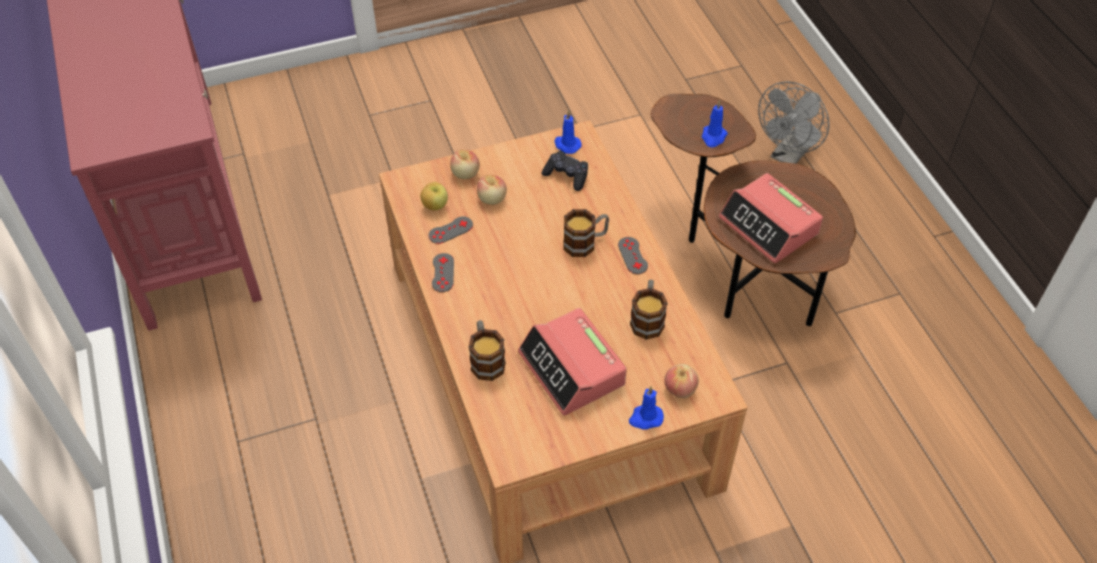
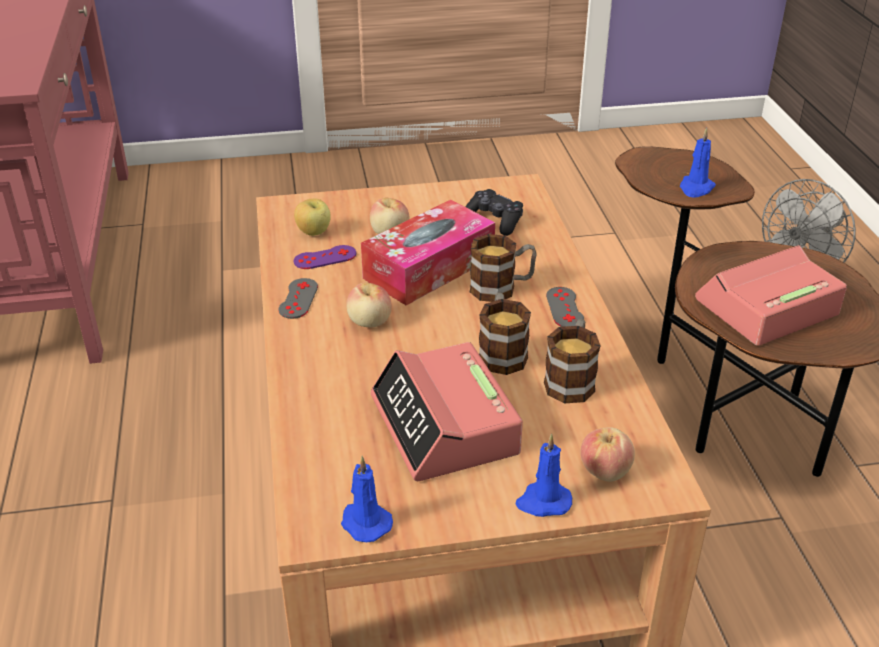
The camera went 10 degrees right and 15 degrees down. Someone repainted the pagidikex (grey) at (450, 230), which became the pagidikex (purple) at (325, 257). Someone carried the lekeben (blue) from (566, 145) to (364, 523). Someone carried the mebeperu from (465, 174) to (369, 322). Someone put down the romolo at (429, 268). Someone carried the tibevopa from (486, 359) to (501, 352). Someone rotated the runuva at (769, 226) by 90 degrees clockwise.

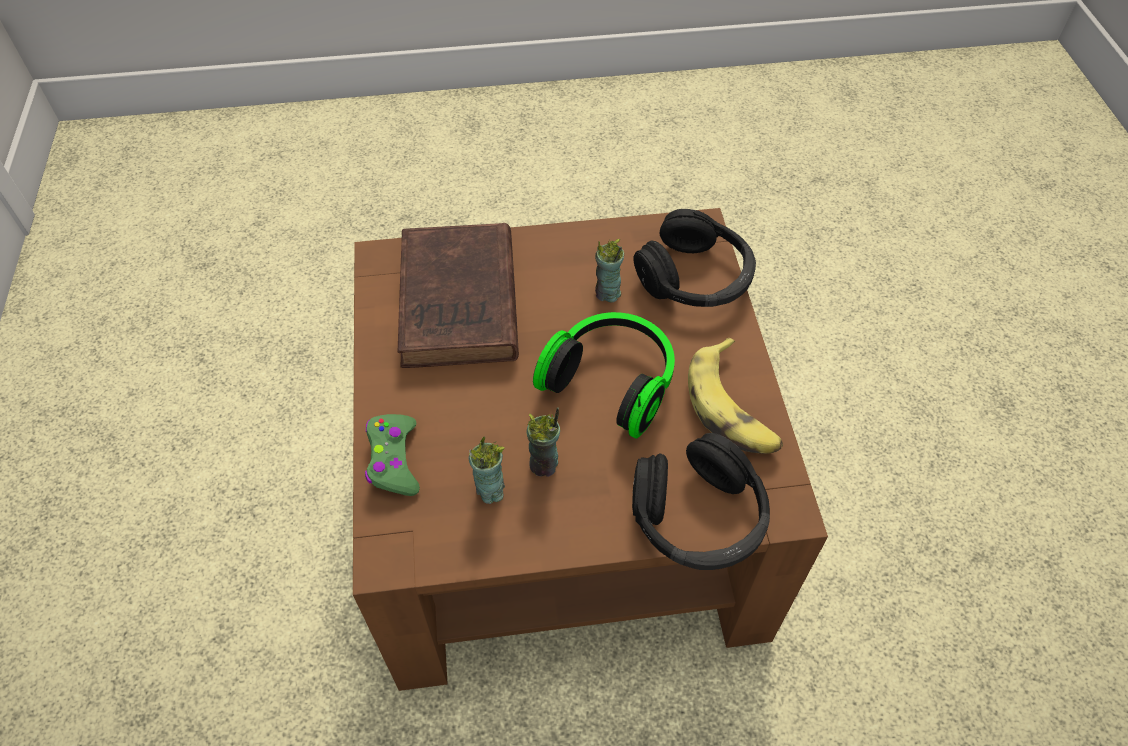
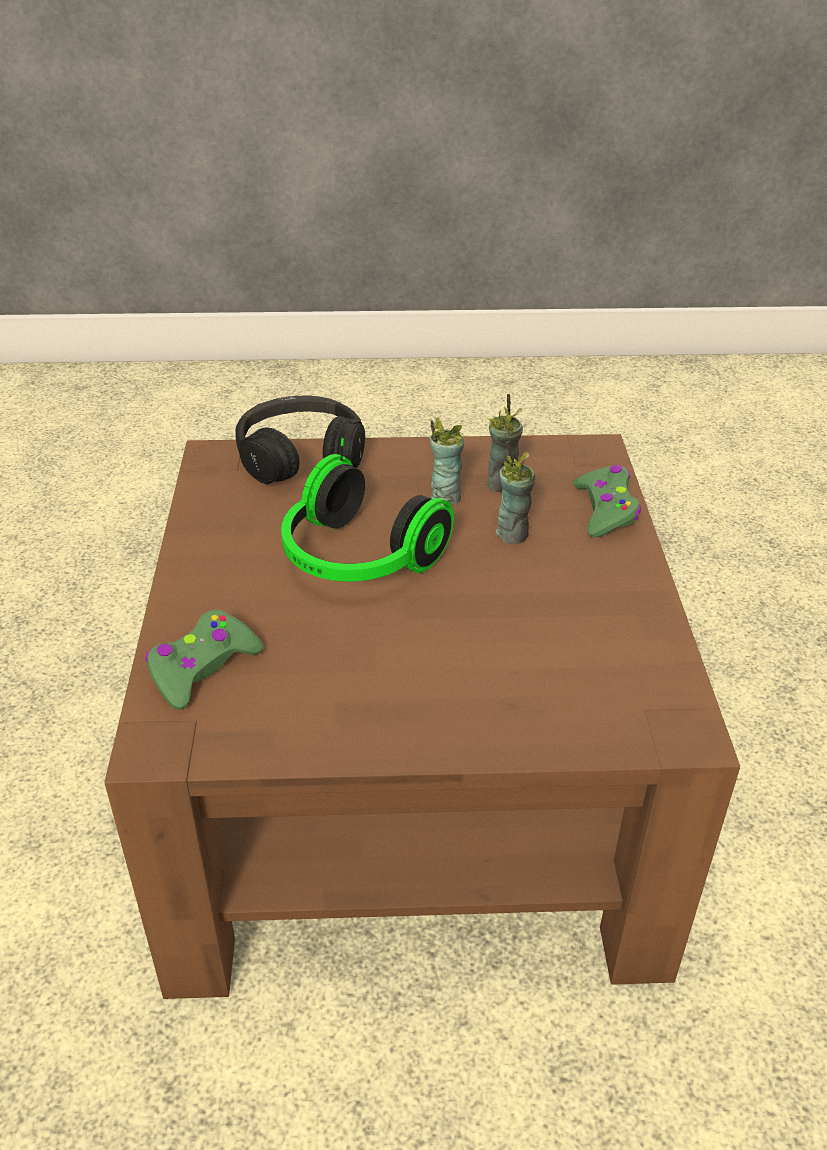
The camera went 175 degrees left and 15 degrees down. Someone swapped the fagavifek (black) at (695, 278) for the pagidikex (green) at (202, 668). Someone carried the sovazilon from (607, 293) to (512, 534). Someone took away the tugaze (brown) at (459, 305). Someone took away the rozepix at (732, 408).

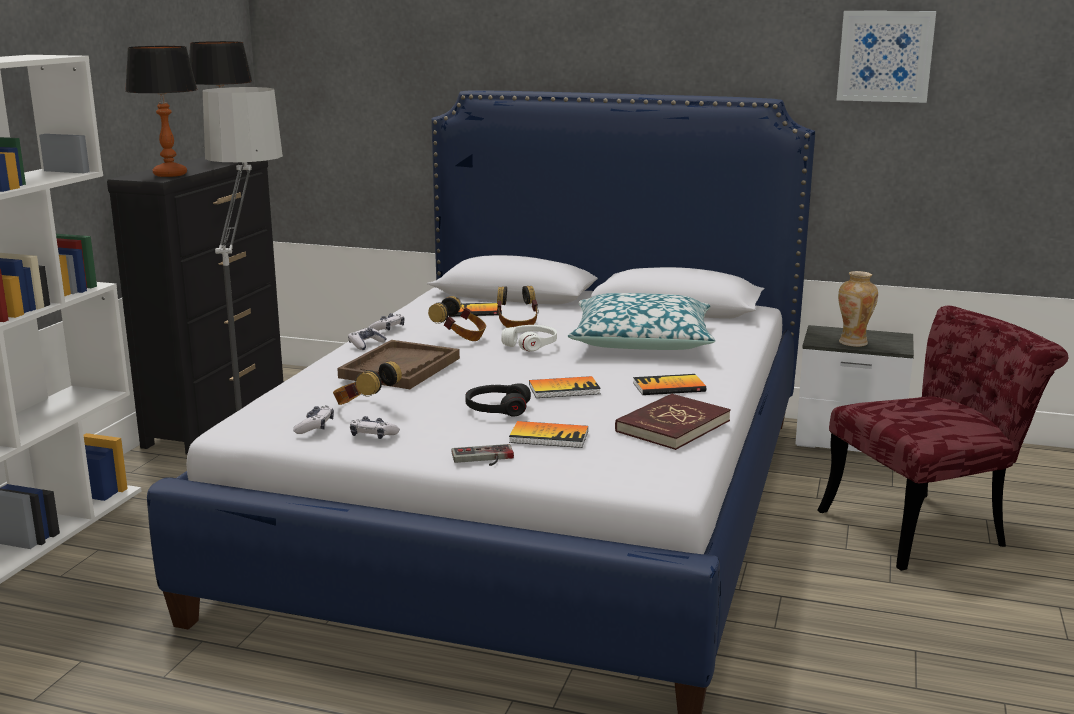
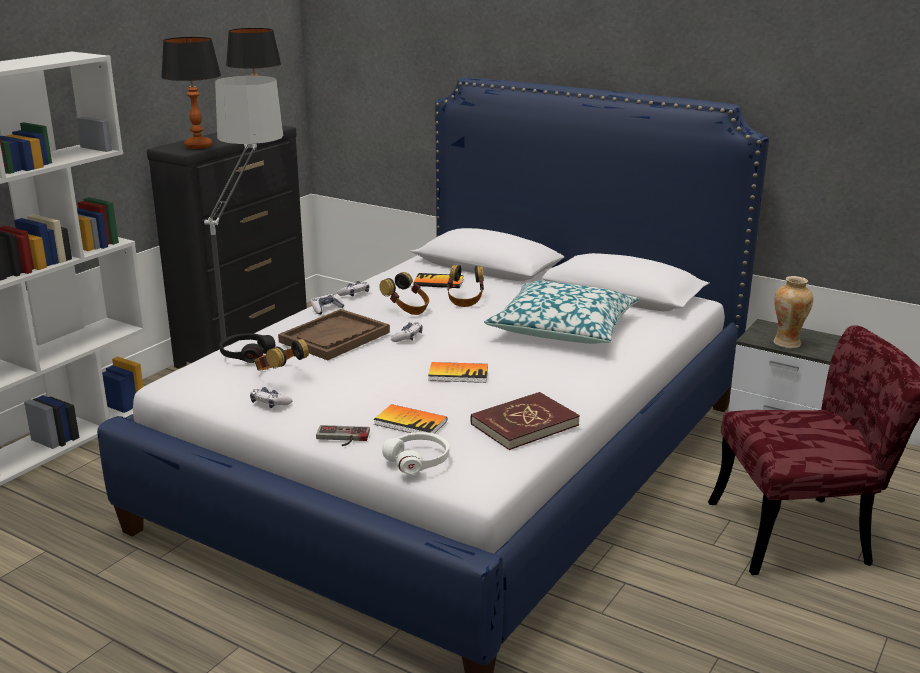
The camera went 15 degrees right and 5 degrees up. Someone carried the fagavifek (black) from (497, 409) to (246, 354). Someone carried the fagavifek (white) from (530, 345) to (418, 460). Someone carried the pagidikex from (315, 427) to (407, 337). Someone took away the tugaze at (669, 387). Someone took away the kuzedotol at (885, 56).

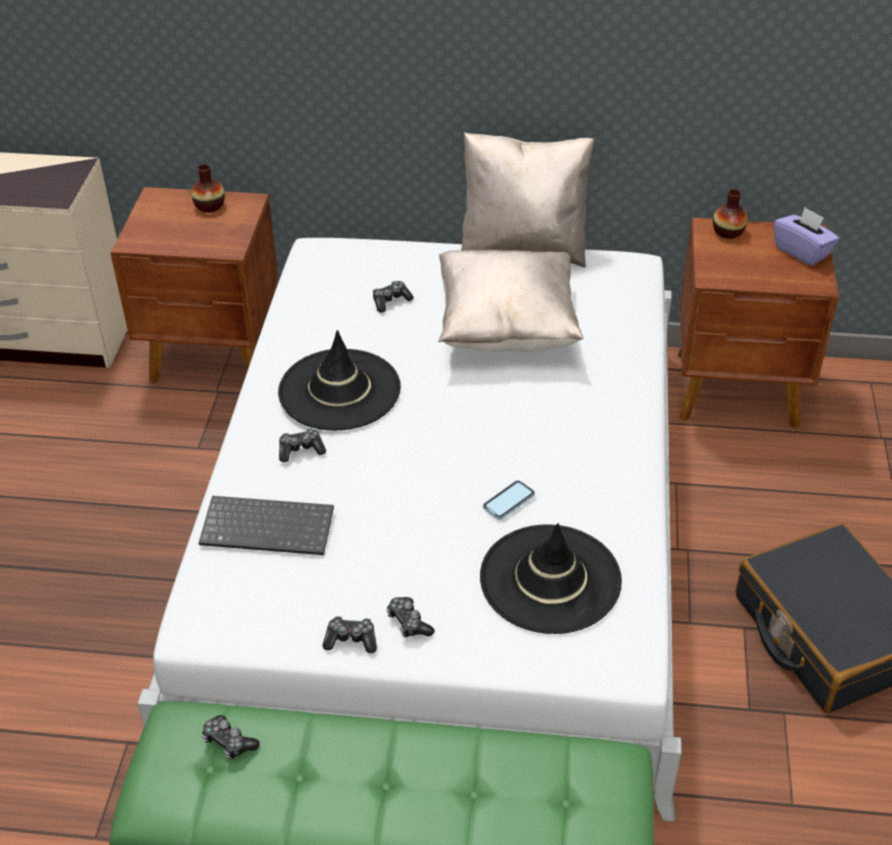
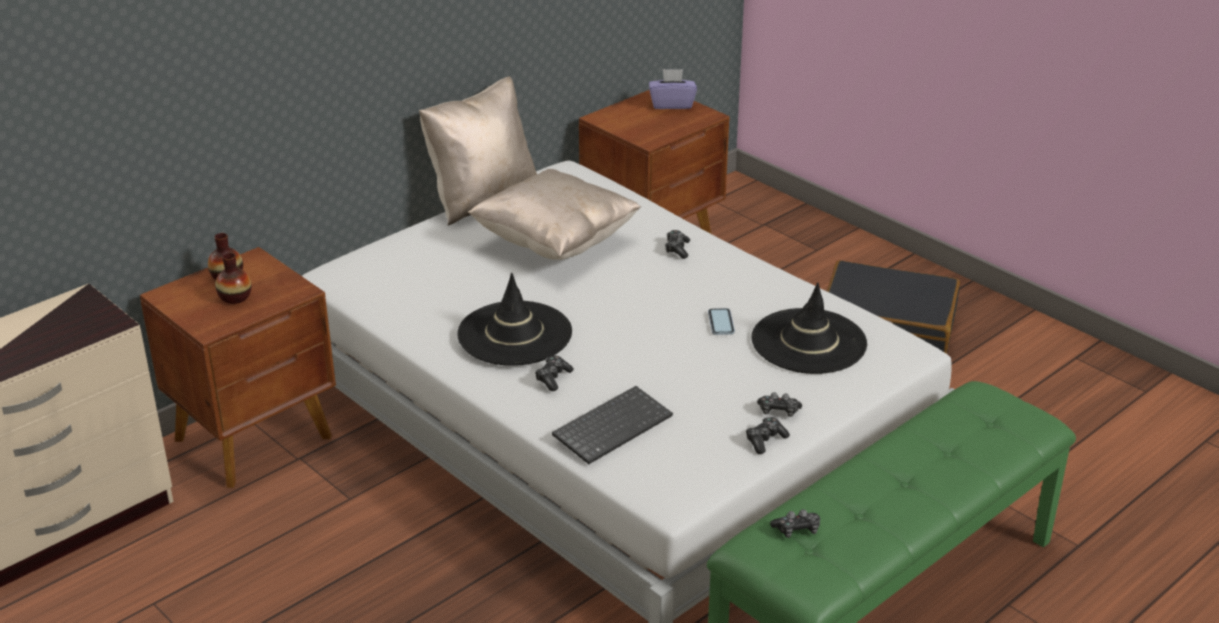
The camera went 50 degrees left and 10 degrees down. Someone carried the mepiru from (728, 232) to (235, 297). Someone carried the pagidikex from (391, 301) to (677, 249).

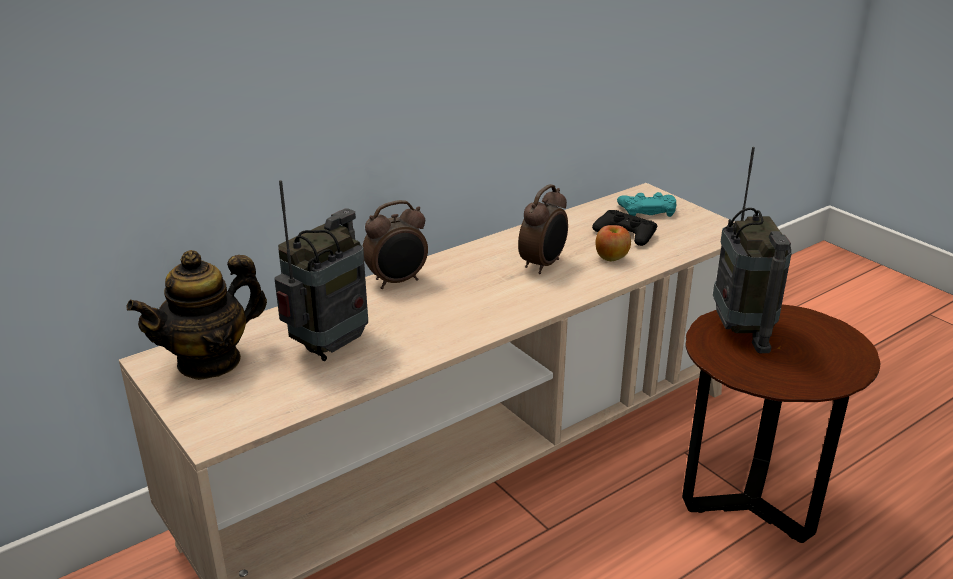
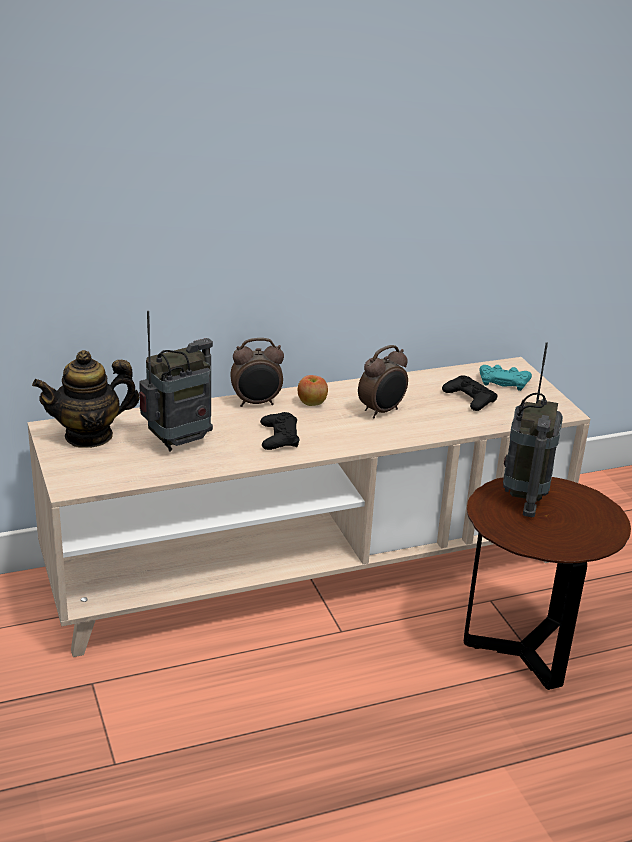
The camera went 15 degrees right and 0 degrees up. Someone put down the pagidikex (black) at (279, 437). Someone carried the mebeperu from (611, 258) to (312, 403).

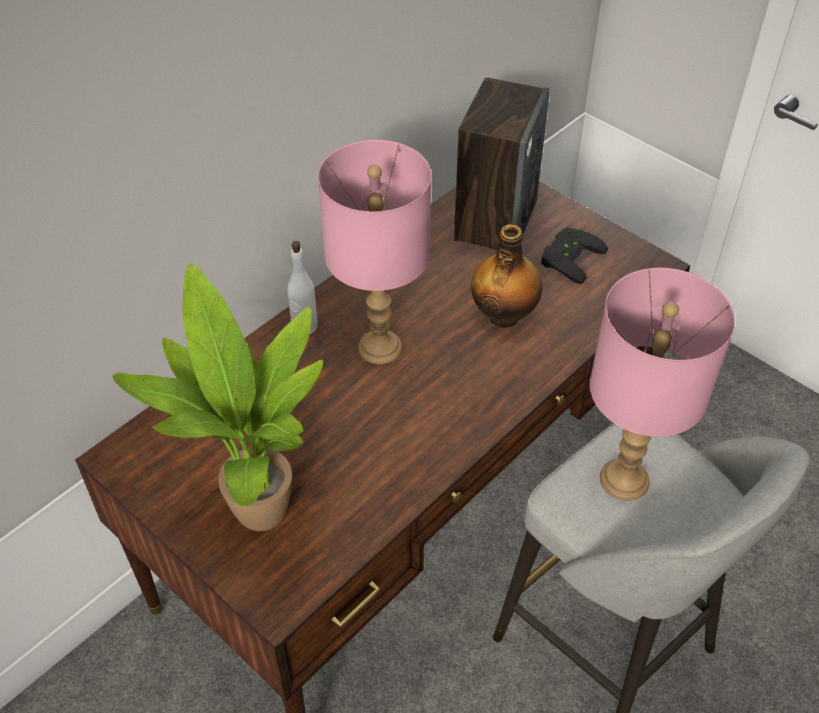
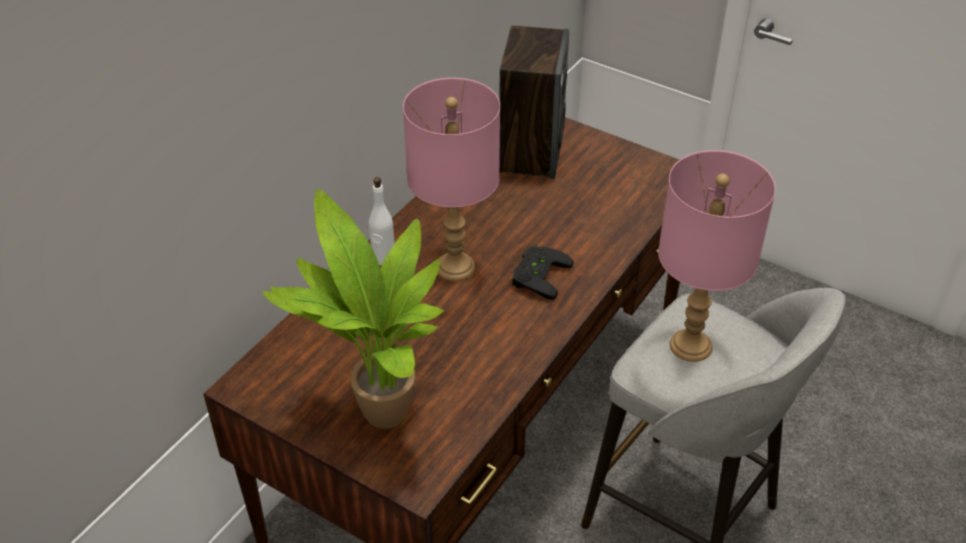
The camera went 10 degrees left and 5 degrees down. Someone carried the pagidikex (black) from (568, 257) to (537, 274). Someone took away the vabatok at (504, 315).

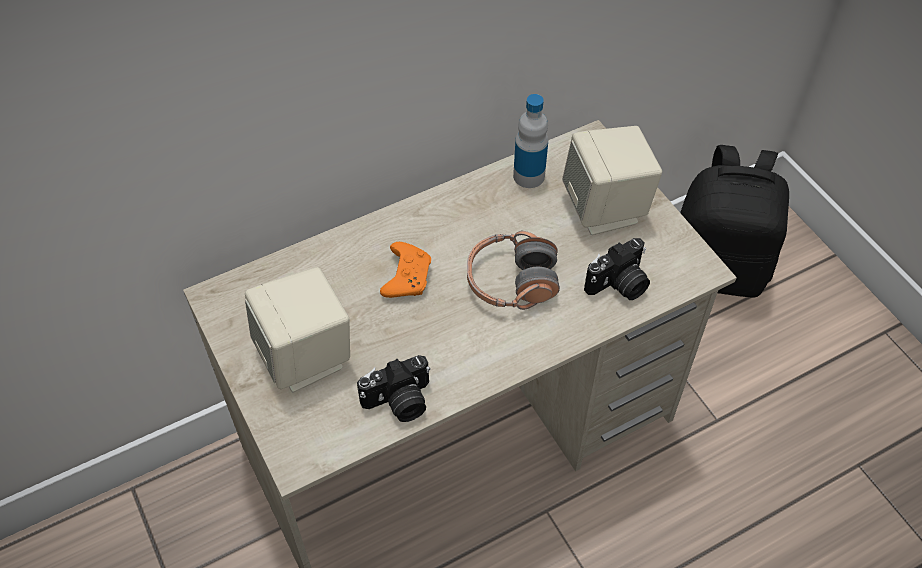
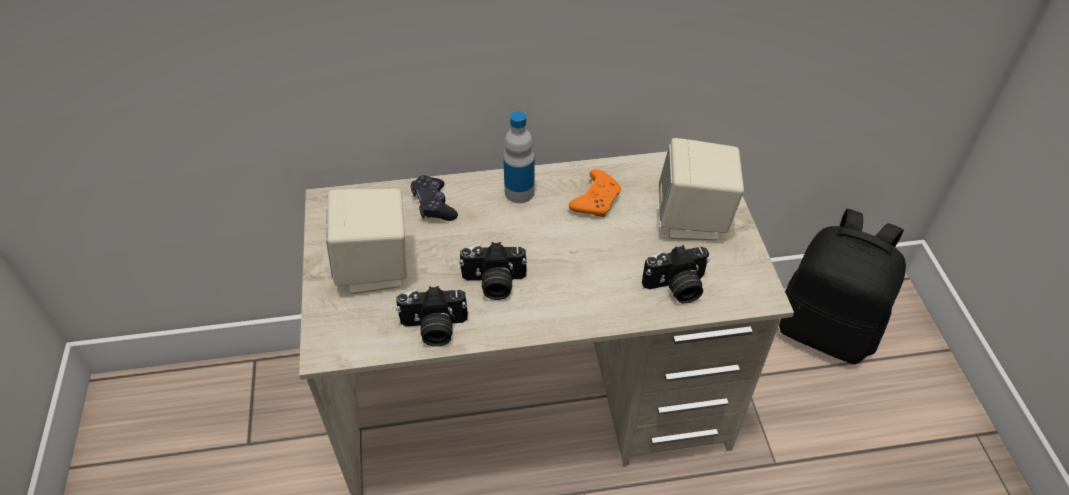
The camera went 20 degrees right and 5 degrees down. Someone put down the pagidikex (black) at (434, 205). Someone put down the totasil at (494, 283). Someone carried the vabatok from (529, 176) to (519, 192). Someone carried the pagidikex (orange) from (406, 276) to (596, 200). Someone took away the fagavifek at (511, 281).

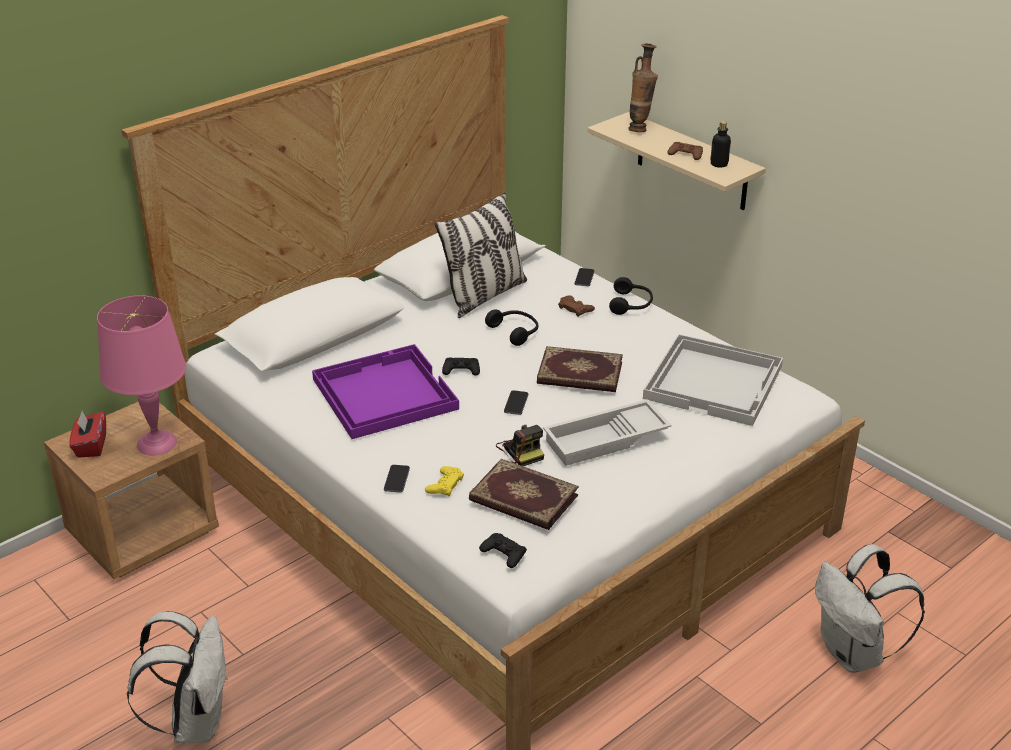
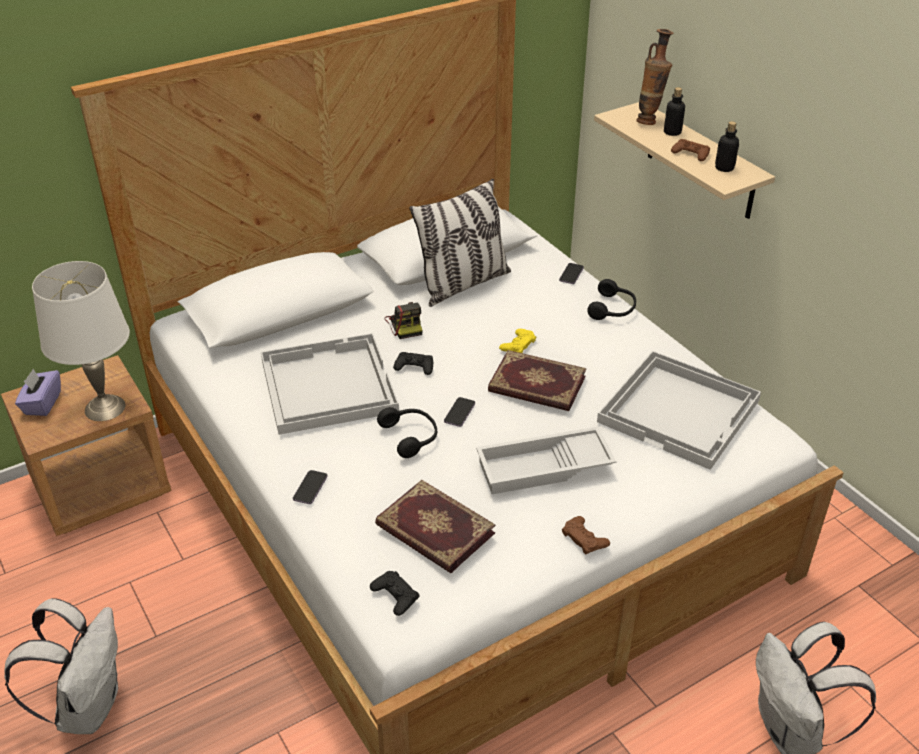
The camera went 10 degrees right and 5 degrees up. Someone repainted the romolo (red) at (91, 446), which became the romolo (purple) at (42, 403). Someone repainted the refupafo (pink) at (156, 443), which became the refupafo (white) at (104, 408). Someone repainted the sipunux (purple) at (383, 393), which became the sipunux (white) at (327, 385). Someone carried the fagavifek (black) from (515, 331) to (411, 436). Someone carried the totasil from (521, 450) to (405, 325). Someone carried the pagidikex (yellow) from (445, 485) to (518, 345). Someone carried the pagidikex (brown) from (575, 309) to (584, 538). Someone put down the vabatok at (672, 132).

